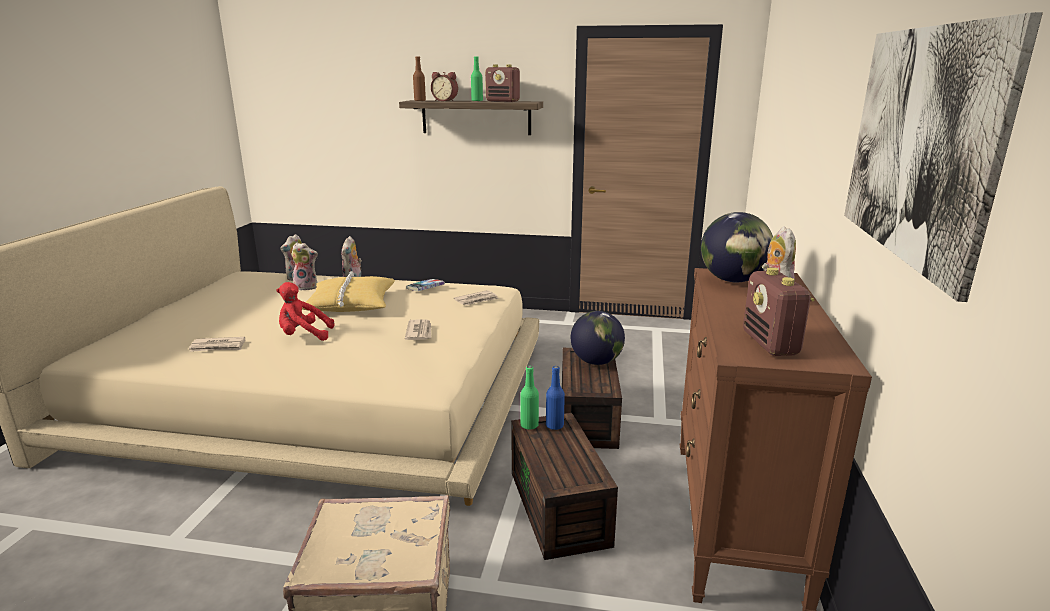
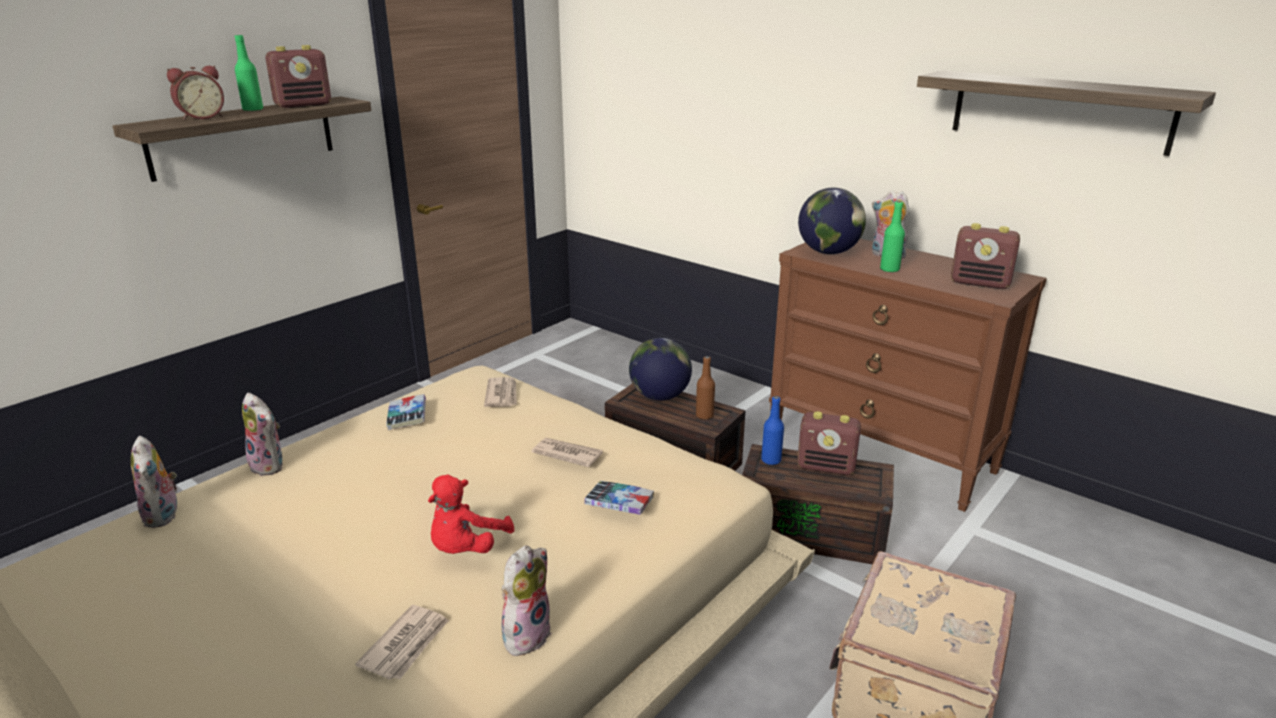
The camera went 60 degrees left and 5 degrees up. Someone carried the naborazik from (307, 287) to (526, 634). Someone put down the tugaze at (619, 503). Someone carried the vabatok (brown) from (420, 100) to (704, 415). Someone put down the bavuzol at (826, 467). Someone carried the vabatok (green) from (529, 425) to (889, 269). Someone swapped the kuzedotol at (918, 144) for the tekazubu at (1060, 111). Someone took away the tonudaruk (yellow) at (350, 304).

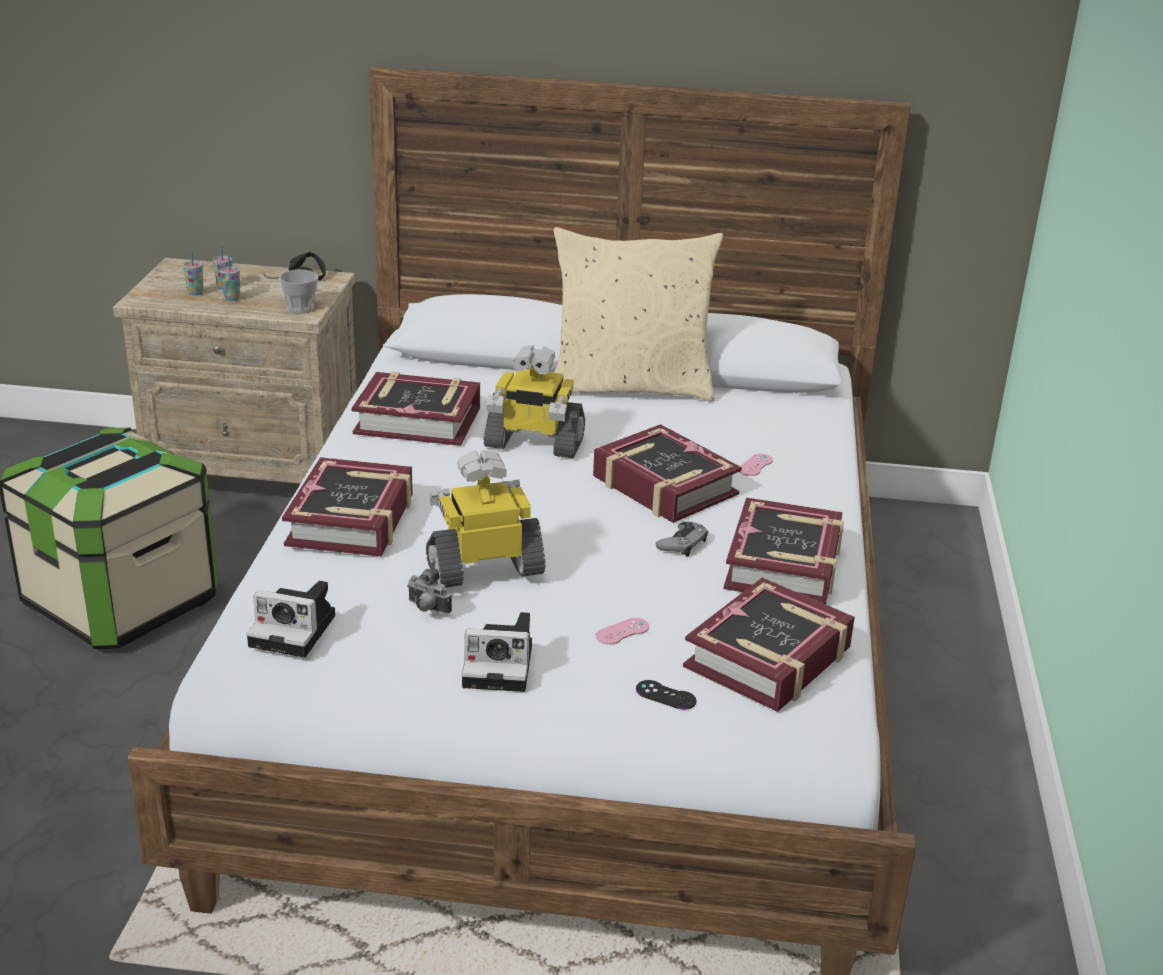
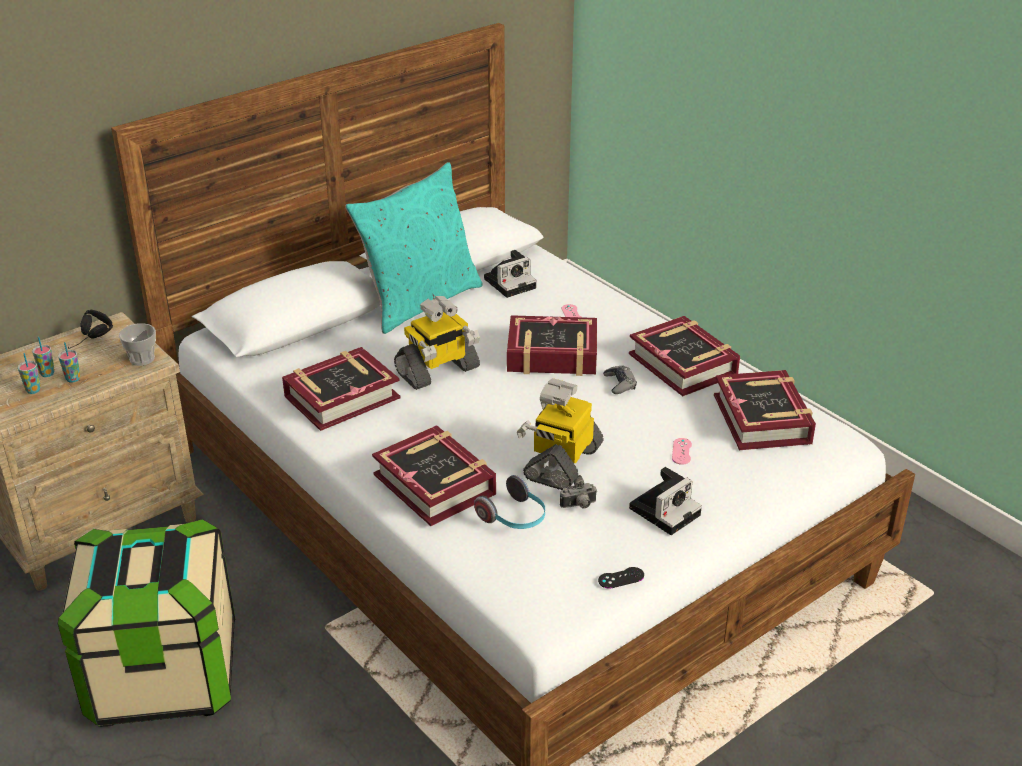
The camera went 45 degrees left and 5 degrees up. Someone repainted the tonudaruk (beige) at (630, 386), which became the tonudaruk (turquoise) at (419, 301). Someone put down the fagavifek at (514, 518). Someone carried the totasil from (296, 631) to (511, 282). Someone carried the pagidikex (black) from (665, 695) to (621, 578).

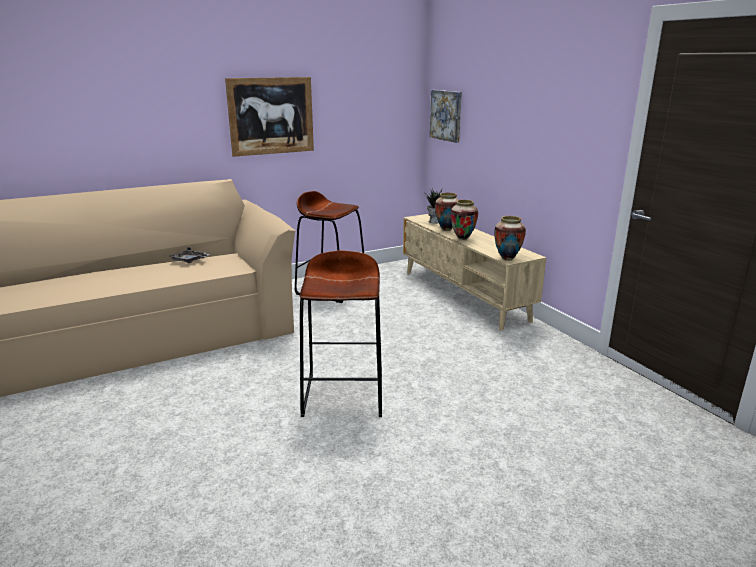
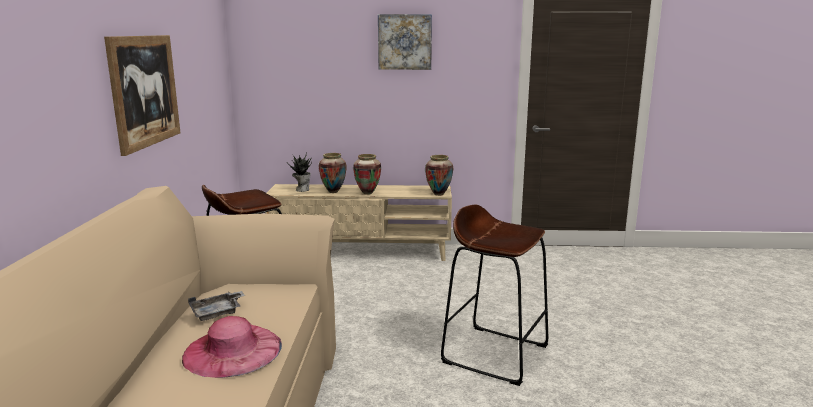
The camera went 60 degrees left and 5 degrees down. Someone put down the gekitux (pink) at (232, 350). Someone carried the kuzedotol from (446, 115) to (404, 42).

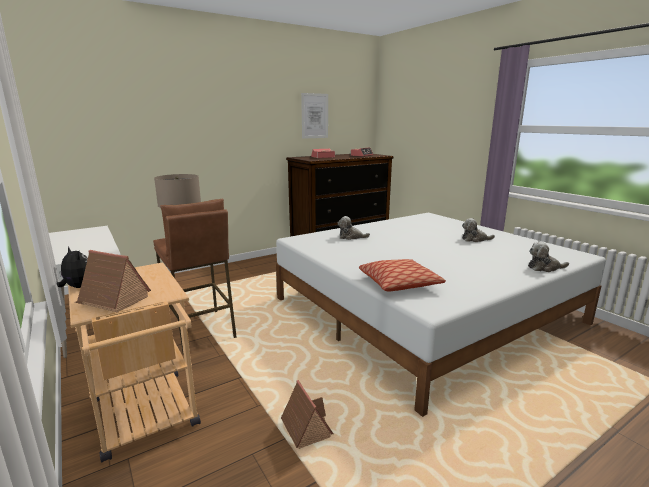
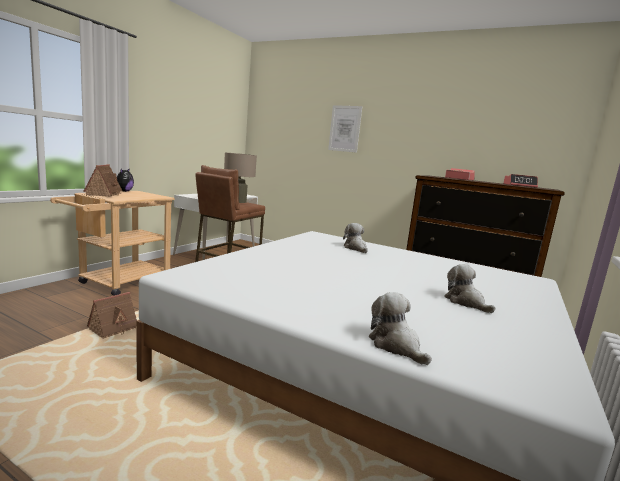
The camera went 60 degrees right and 5 degrees down. Someone carried the kuzedotol from (314, 116) to (345, 128). Someone took away the tonudaruk at (399, 283).

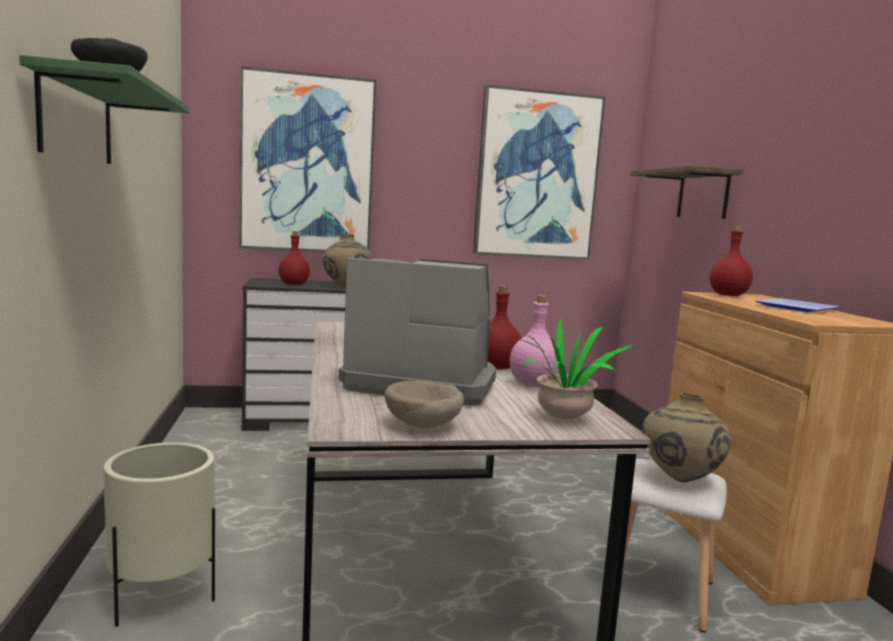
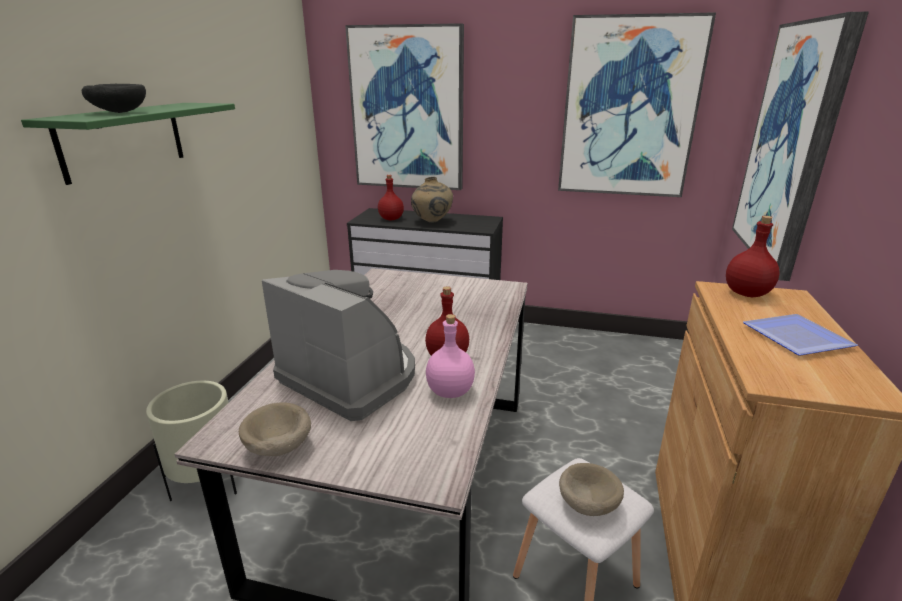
The camera went 25 degrees right and 15 degrees up. Someone swapped the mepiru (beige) at (679, 480) for the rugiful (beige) at (587, 504). Someone swapped the tekazubu at (703, 195) for the kuzedotol at (792, 146). Someone took away the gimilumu at (565, 418).

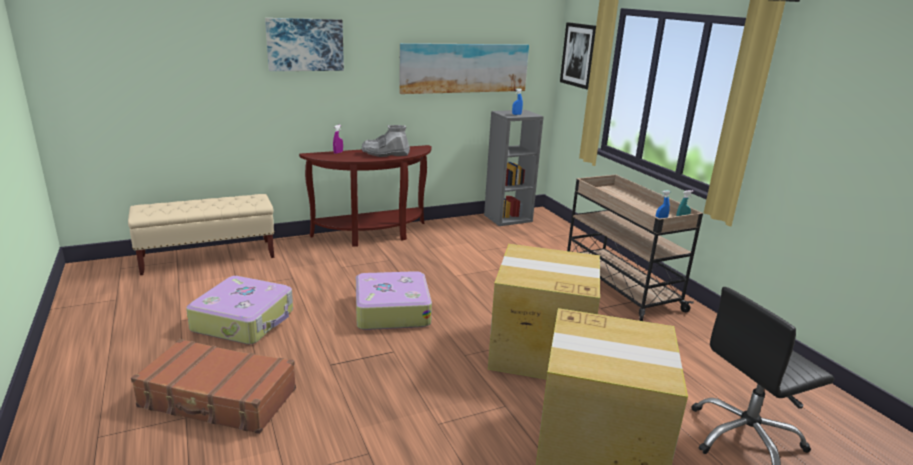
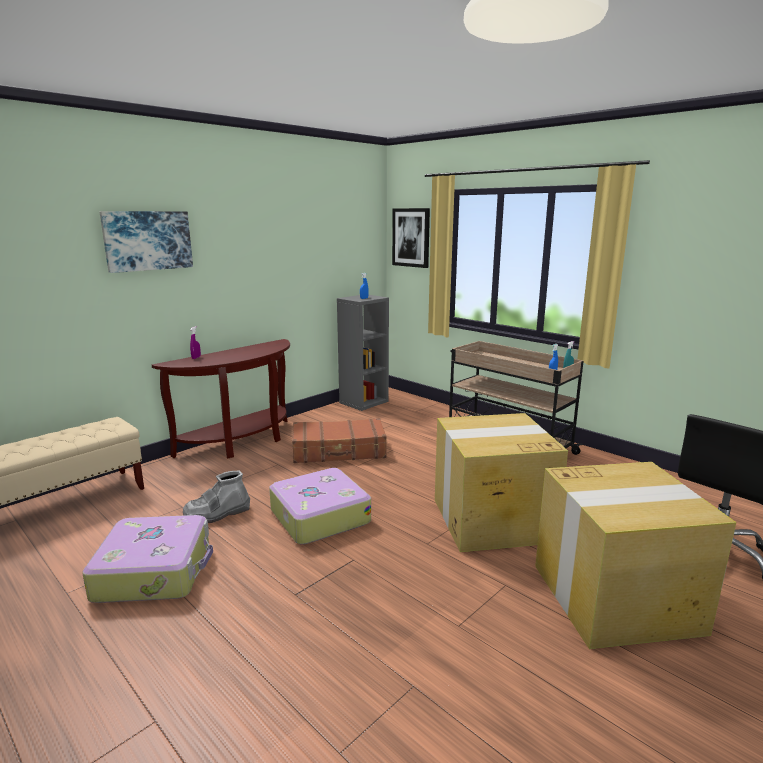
The camera went 20 degrees left and 5 degrees down. Someone carried the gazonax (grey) from (385, 154) to (217, 513). Someone carried the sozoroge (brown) from (218, 399) to (339, 451). Someone took away the kuzedotol at (464, 68).

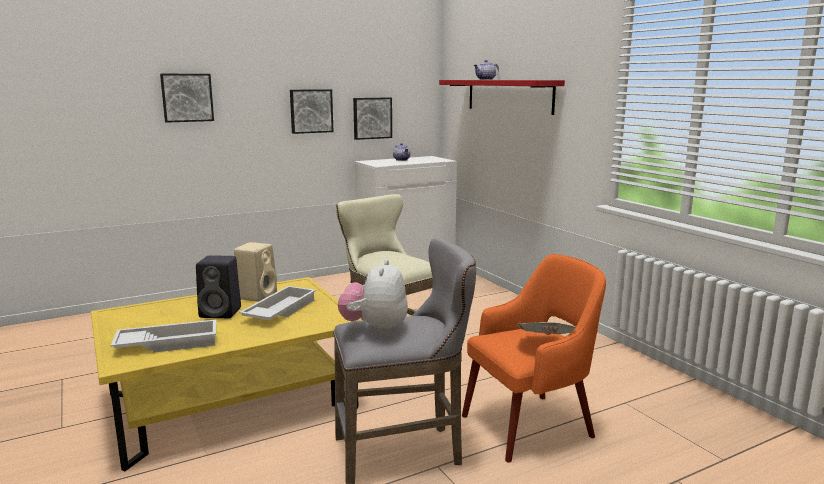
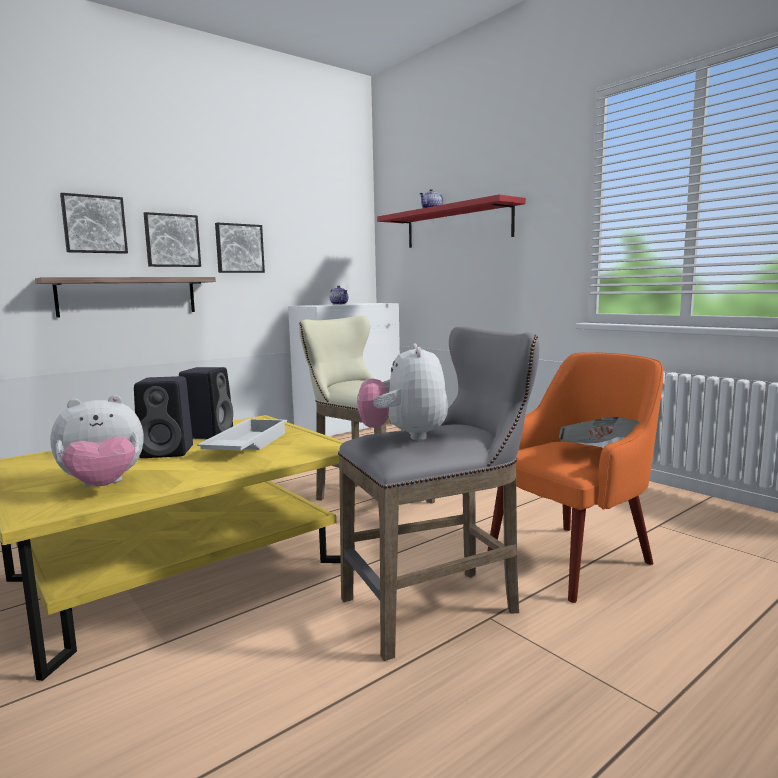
The camera went 10 degrees left and 5 degrees down. Someone put up the tekazubu at (128, 296). Someone swapped the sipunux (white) at (168, 343) for the naborazik at (103, 486). Someone carried the kuzedotol from (372, 118) to (172, 240). Someone repainted the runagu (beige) at (257, 295), which became the runagu (black) at (209, 434).

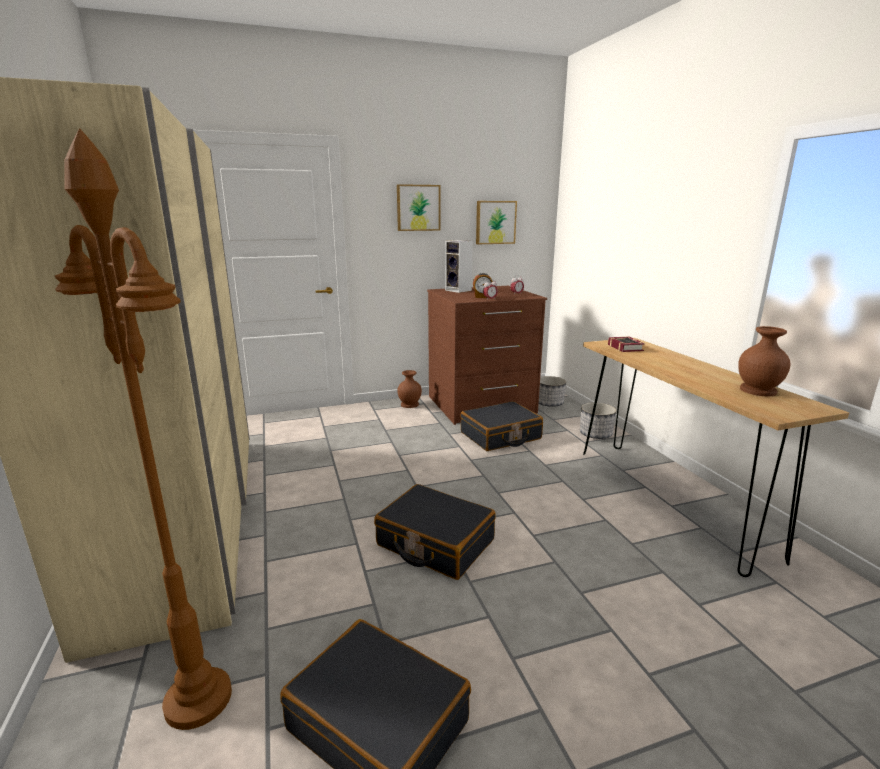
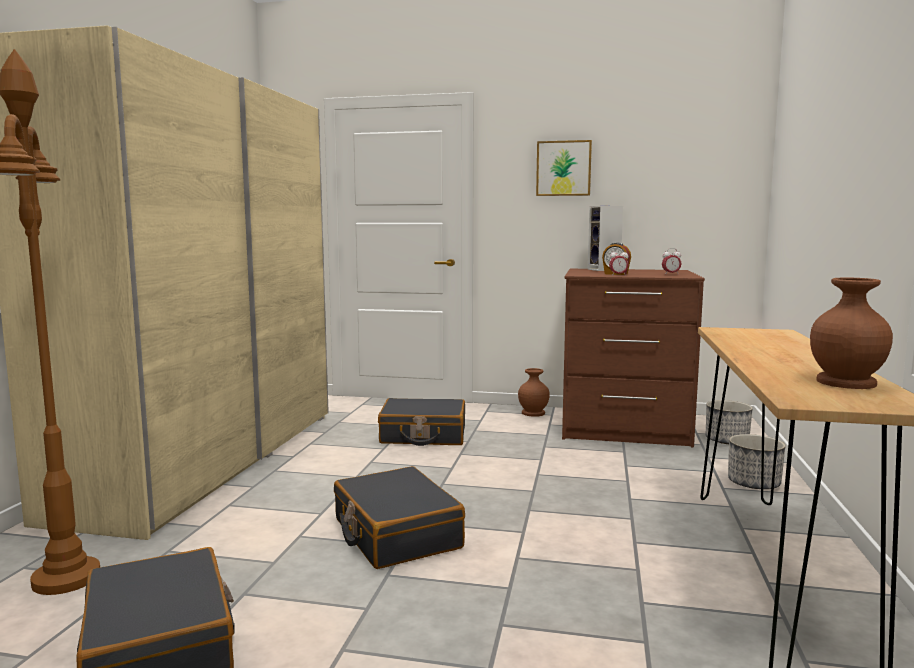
The camera went 30 degrees right and 10 degrees down. Someone carried the sozoroge (black) from (500, 436) to (423, 435). Someone took away the kuzedotol at (495, 222). Someone took away the tugaze at (625, 347).

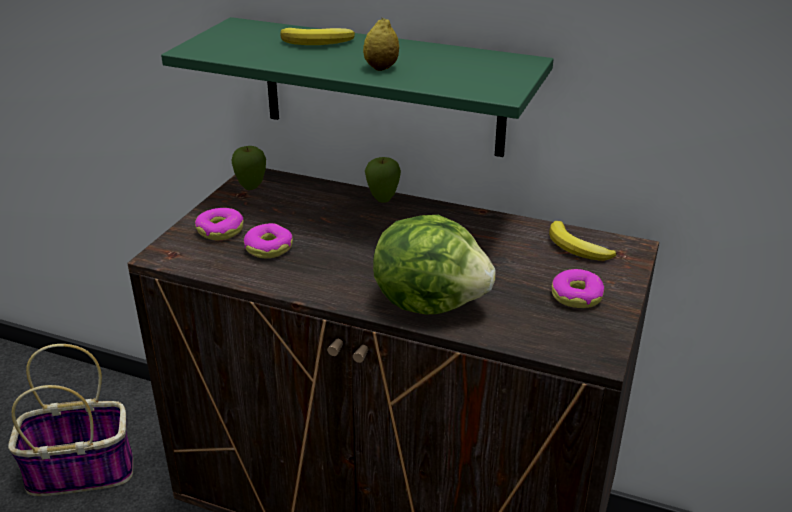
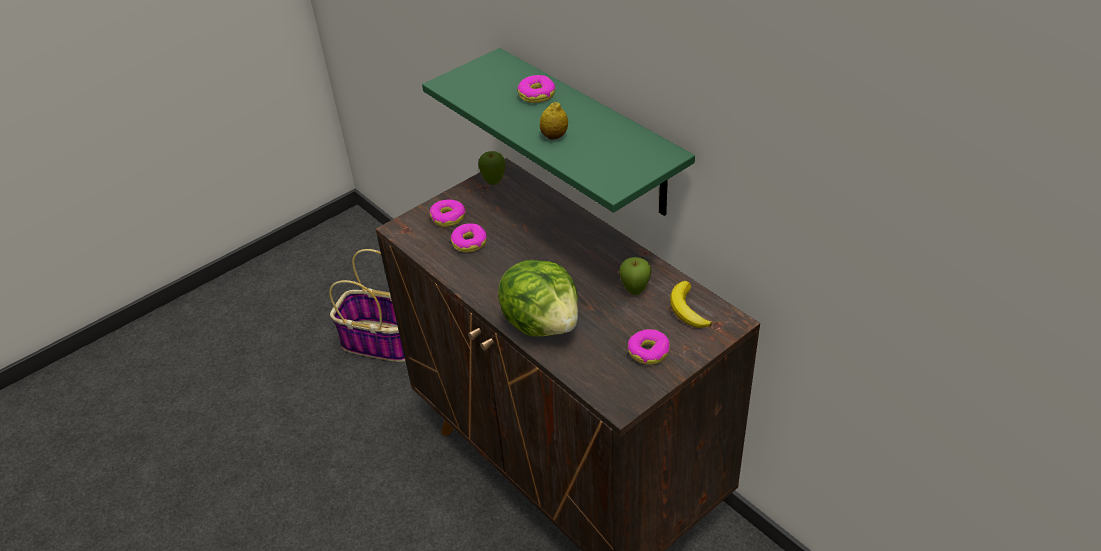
The camera went 30 degrees right and 10 degrees up. Someone swapped the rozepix at (320, 42) for the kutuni at (536, 94). Someone carried the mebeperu from (383, 200) to (635, 291).

